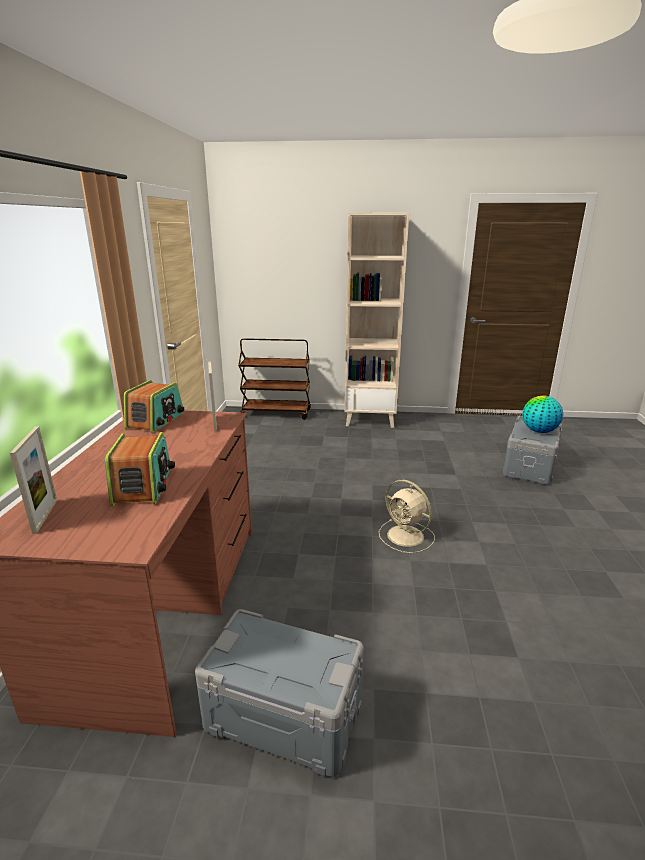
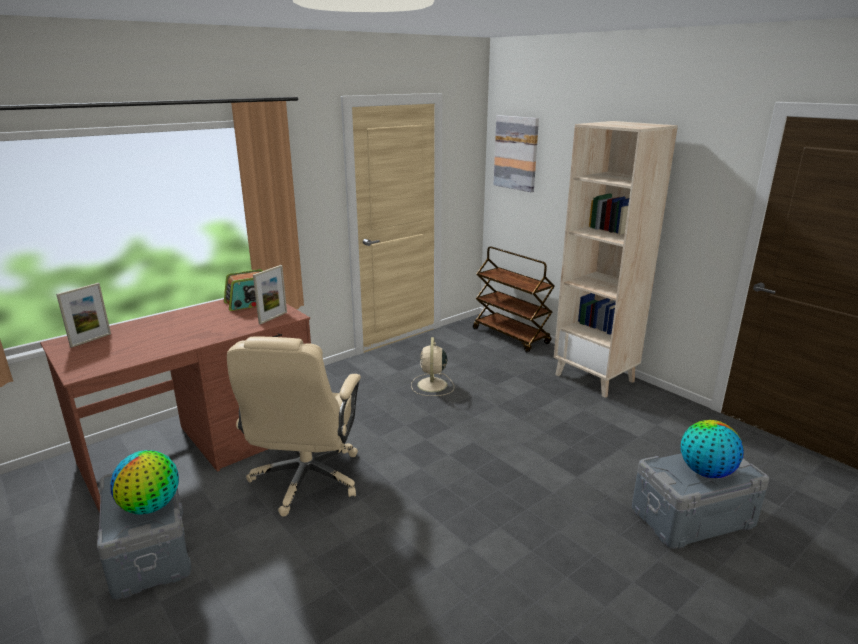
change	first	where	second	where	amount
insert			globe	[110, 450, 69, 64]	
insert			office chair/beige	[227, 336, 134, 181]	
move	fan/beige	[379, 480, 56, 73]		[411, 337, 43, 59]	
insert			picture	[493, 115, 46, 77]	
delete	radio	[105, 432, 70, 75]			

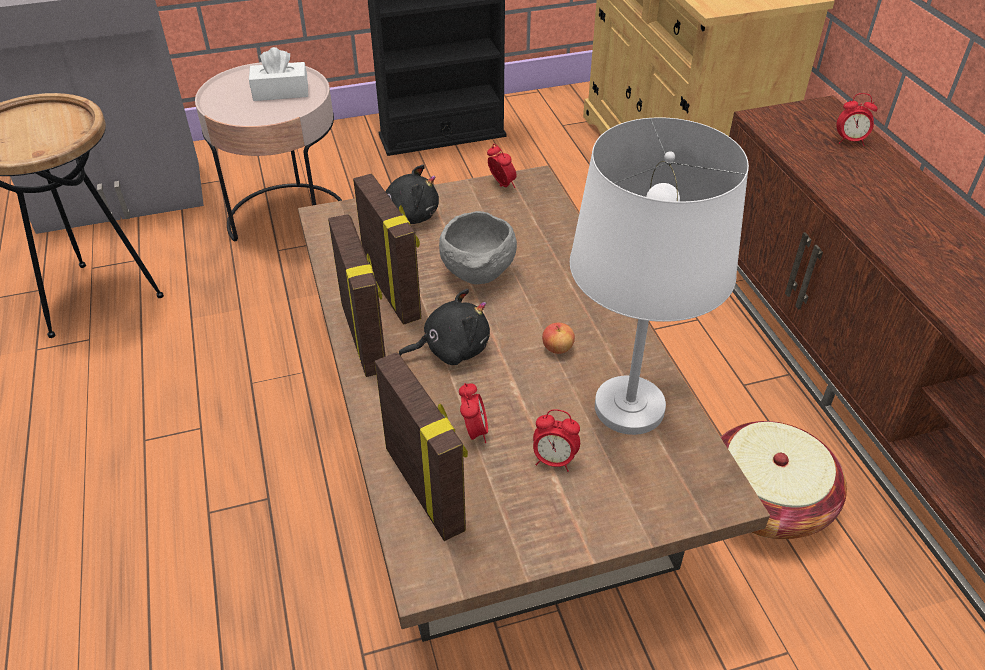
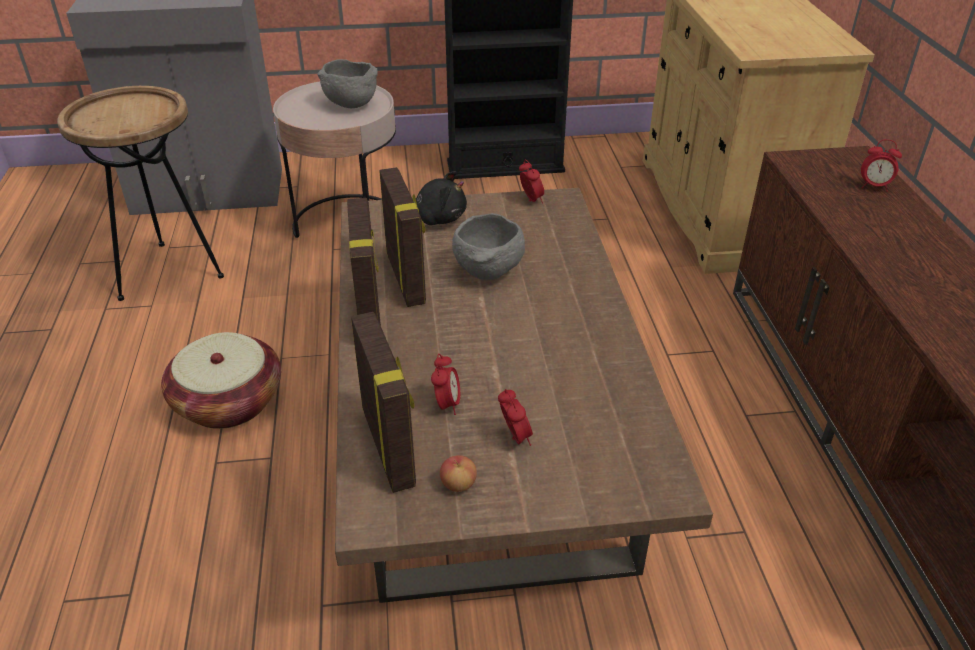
change	first	where	second	where	amount
move	basket	[721, 421, 126, 118]		[161, 332, 120, 97]	
replace	tissue box/white	[249, 47, 59, 54]	bowl/grey	[317, 59, 61, 49]	
move	apple	[542, 323, 33, 31]		[440, 455, 37, 37]	
rotate	alarm clock	[533, 409, 47, 63]		[498, 389, 35, 57]	135 degrees counterclockwise
delete	plush toy/black	[399, 289, 91, 76]			
delete	table lamp/white	[570, 117, 179, 318]			

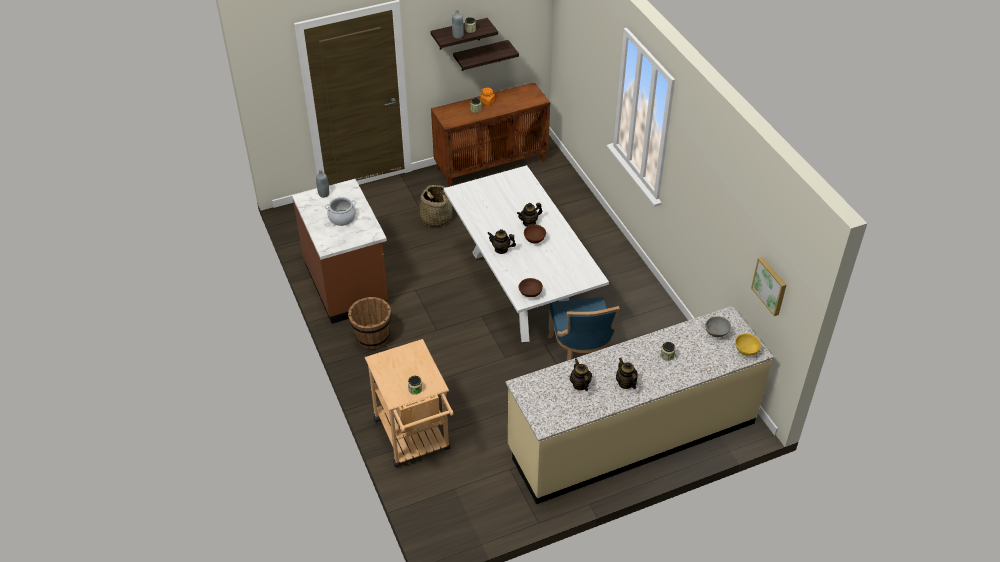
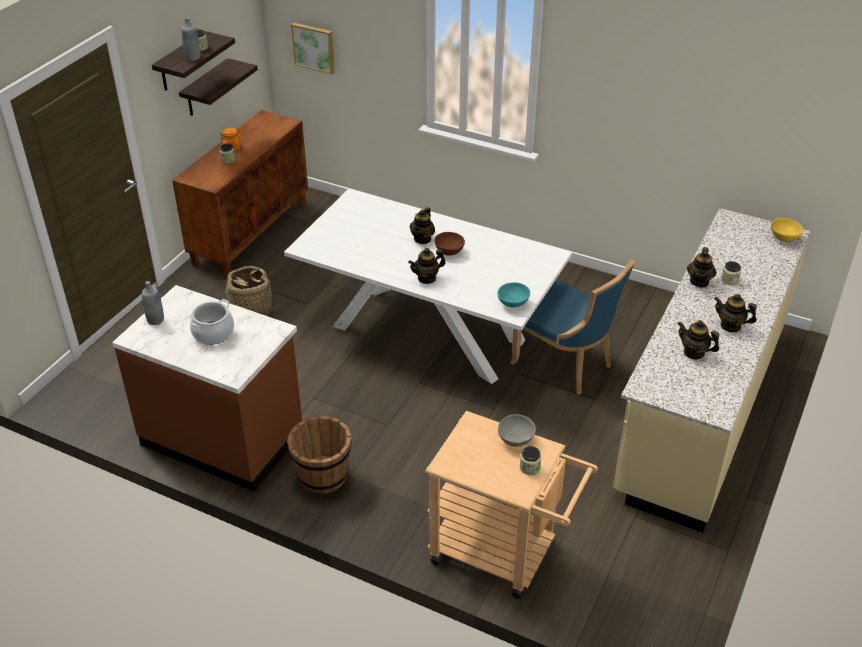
change	first	where	second	where	amount
move	picture	[751, 257, 35, 59]		[291, 23, 44, 51]	
recolor	bowl/brown	[519, 278, 24, 19]	bowl/turquoise	[497, 282, 33, 26]	
move	bowl/grey	[705, 316, 26, 21]		[498, 414, 38, 33]	
insert			teapot	[687, 247, 30, 41]	

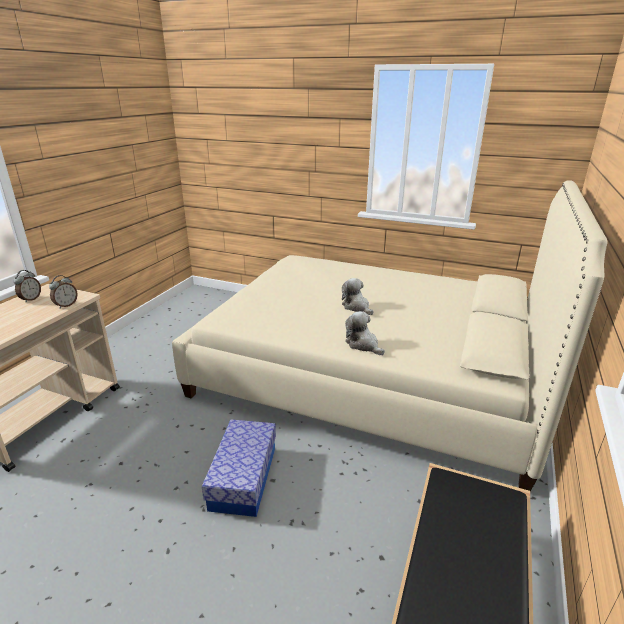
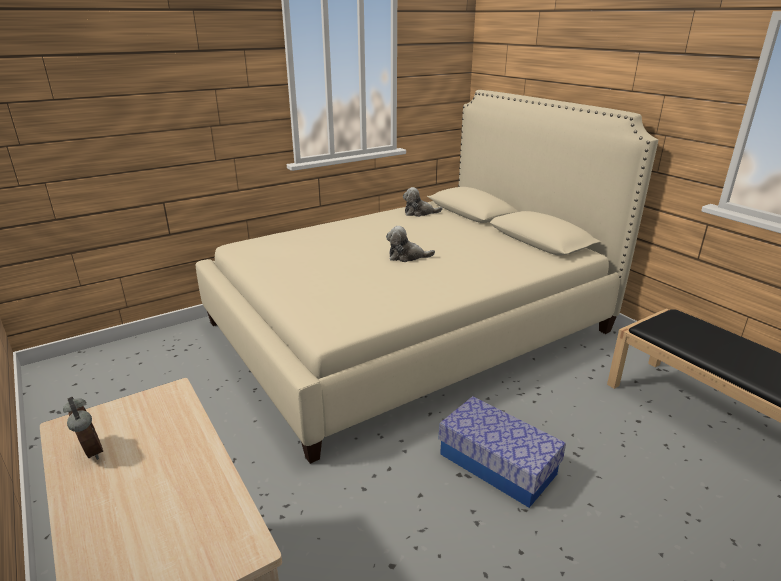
change	first	where	second	where	amount
move	plush toy	[345, 311, 40, 44]		[403, 187, 39, 30]	
delete	alarm clock	[49, 275, 29, 34]			

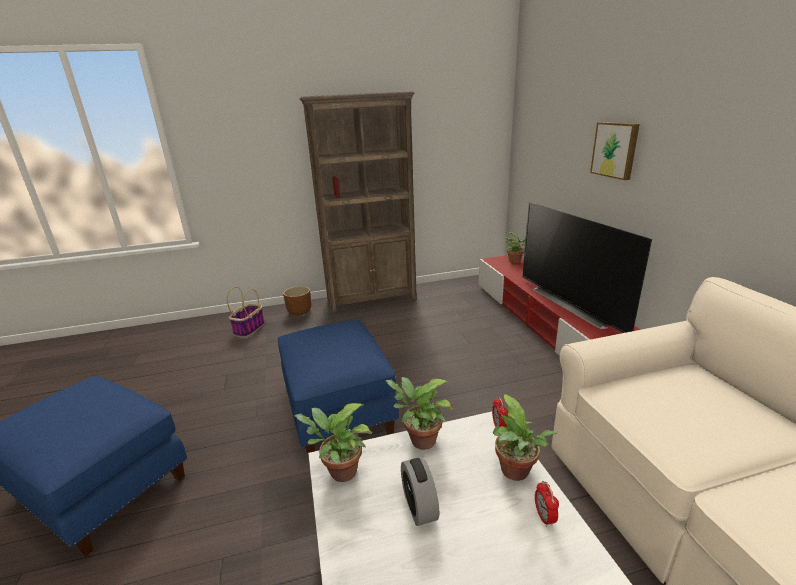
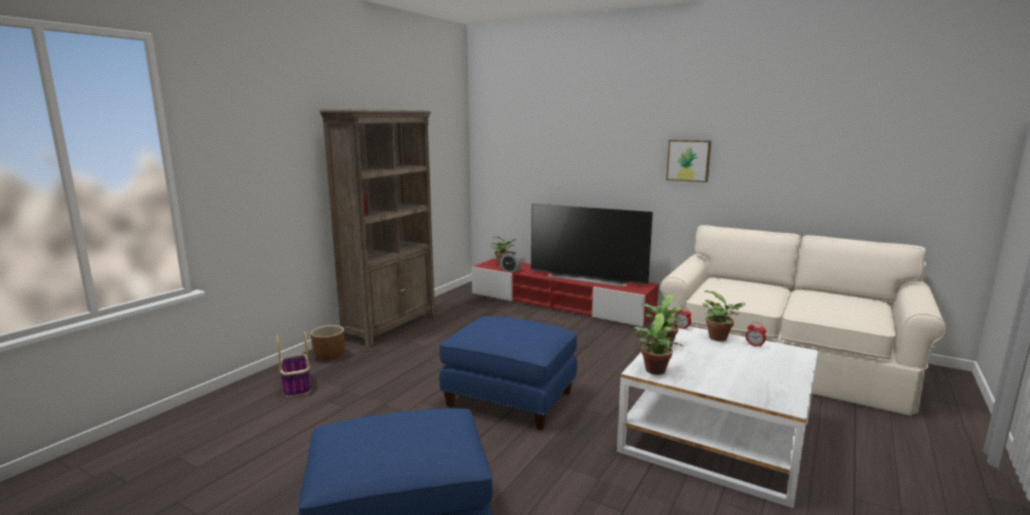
change	first	where	second	where	amount
move	alarm clock	[401, 457, 39, 69]		[500, 252, 22, 21]	
move	picture	[590, 122, 50, 58]		[666, 140, 45, 42]	

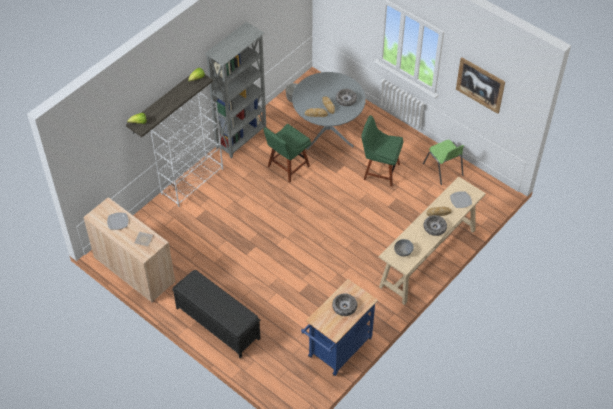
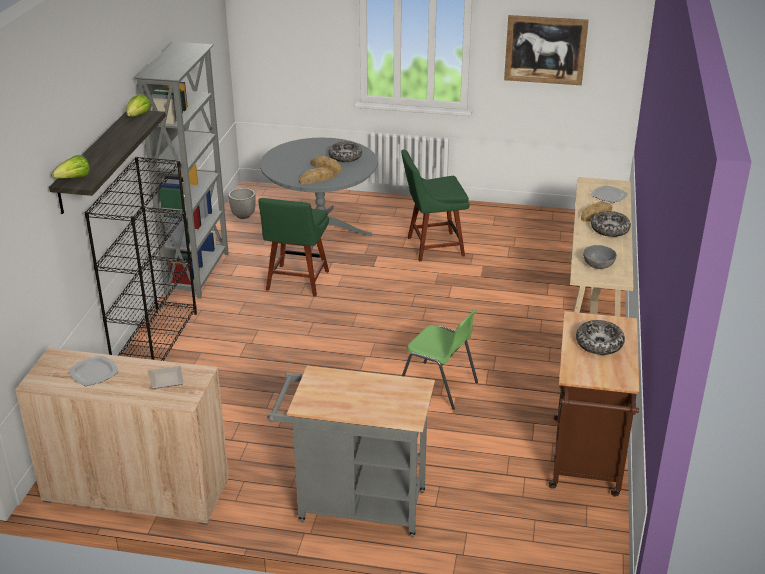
change	first	where	second	where	amount
recolor	bookcase/white	[151, 92, 72, 115]	bookcase/black	[85, 157, 112, 204]	
replace	bench/black	[172, 270, 89, 88]	cart/grey	[267, 366, 168, 172]	
move	chair/green	[423, 140, 41, 45]		[402, 309, 76, 101]	
recolor	cart/blue	[301, 279, 77, 97]	cart/brown	[549, 311, 90, 186]	

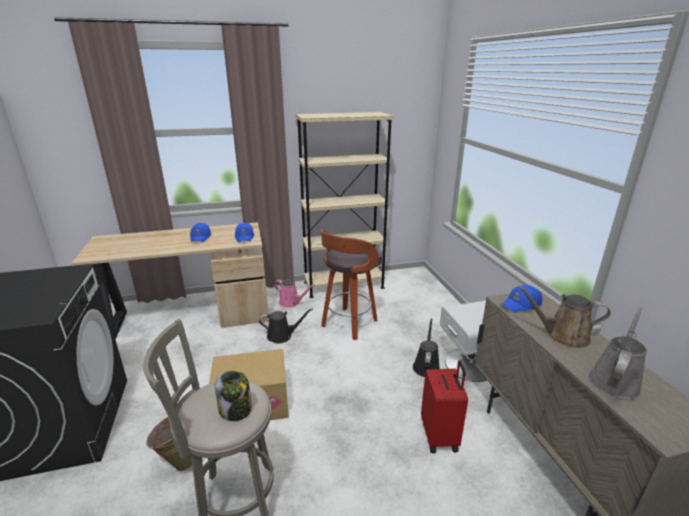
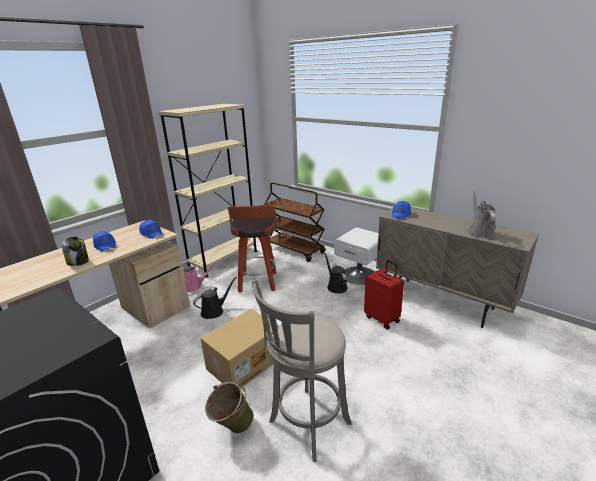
change	first	where	second	where	amount
move	jar	[215, 370, 37, 51]		[61, 237, 28, 29]	
insert			cart/brown	[264, 183, 62, 79]	
delete	watering can/brown	[518, 285, 93, 63]			

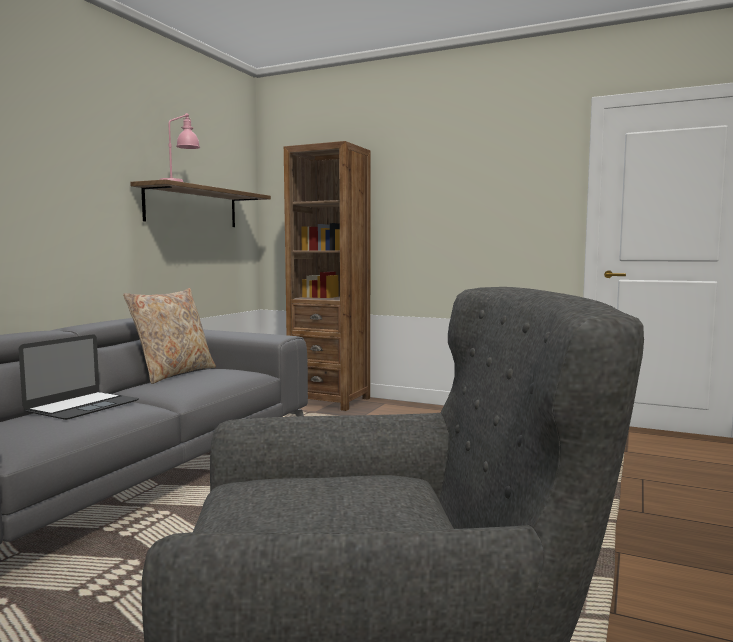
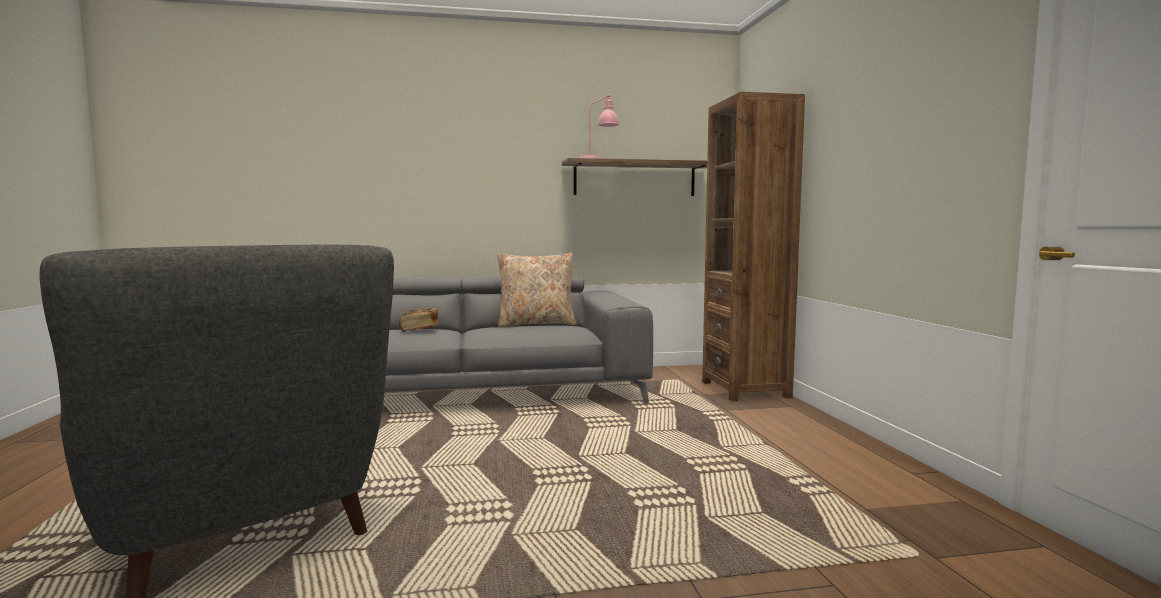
change	first	where	second	where	amount
replace	laptop	[19, 334, 120, 86]	book	[399, 307, 40, 25]	

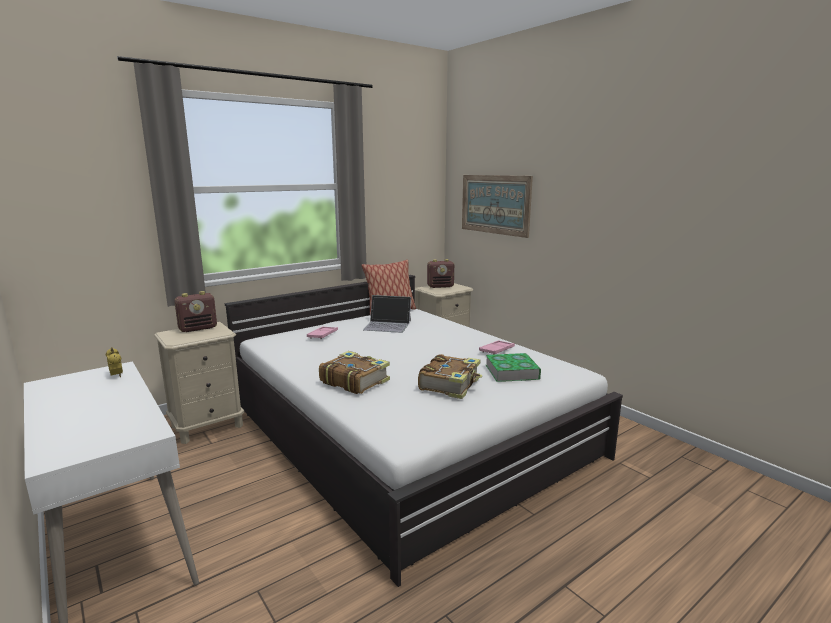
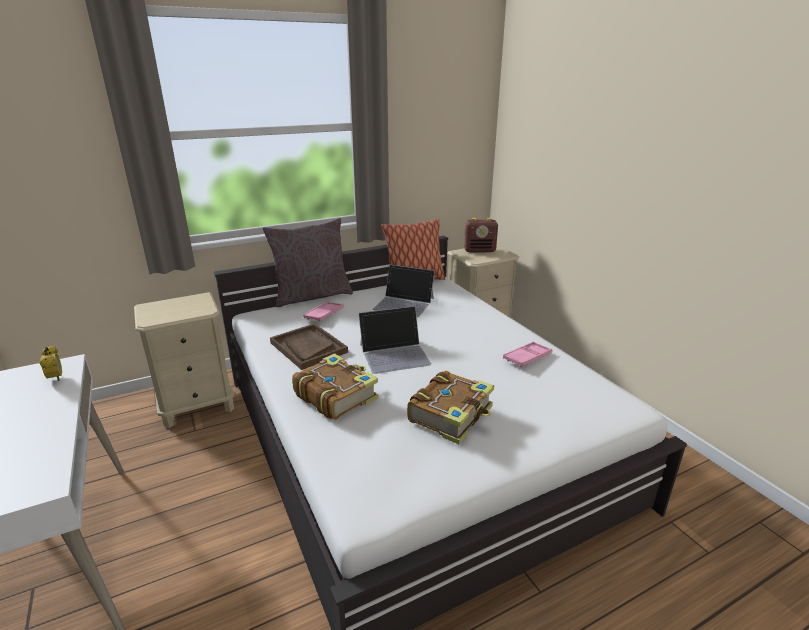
change	first	where	second	where	amount
insert			pillow/grey	[262, 218, 91, 89]	
insert			tray/brown	[270, 323, 78, 47]	
insert			laptop	[358, 306, 73, 68]	
delete	radio	[174, 291, 43, 41]			
delete	picture	[462, 175, 71, 63]			
delete	book	[486, 353, 55, 29]			

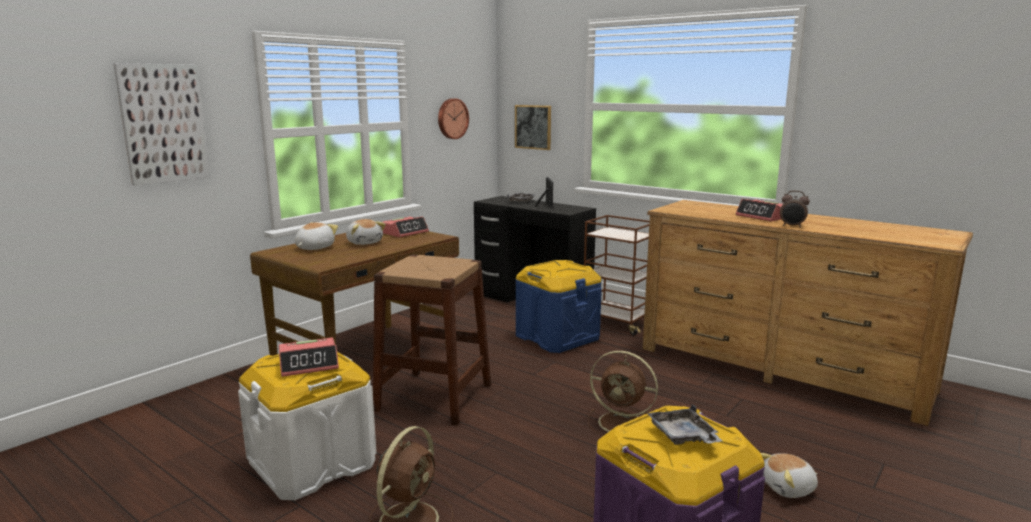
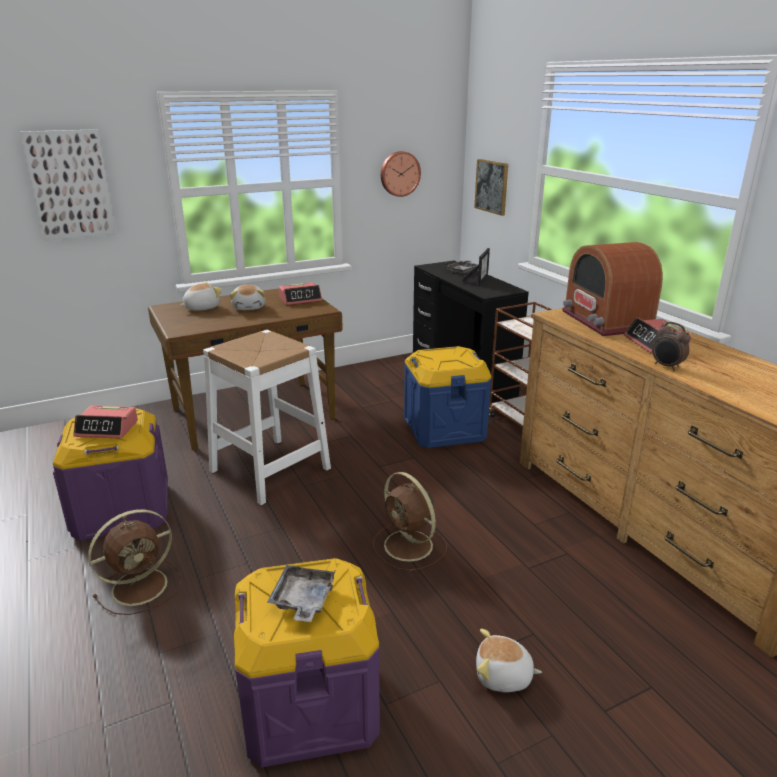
change	first	where	second	where	amount
recolor	storage box/white	[238, 352, 138, 148]	storage box/purple	[53, 408, 115, 133]	
recolor	stool/brown	[373, 255, 118, 171]	stool/white	[203, 330, 128, 175]	
insert			radio	[562, 242, 101, 94]	

